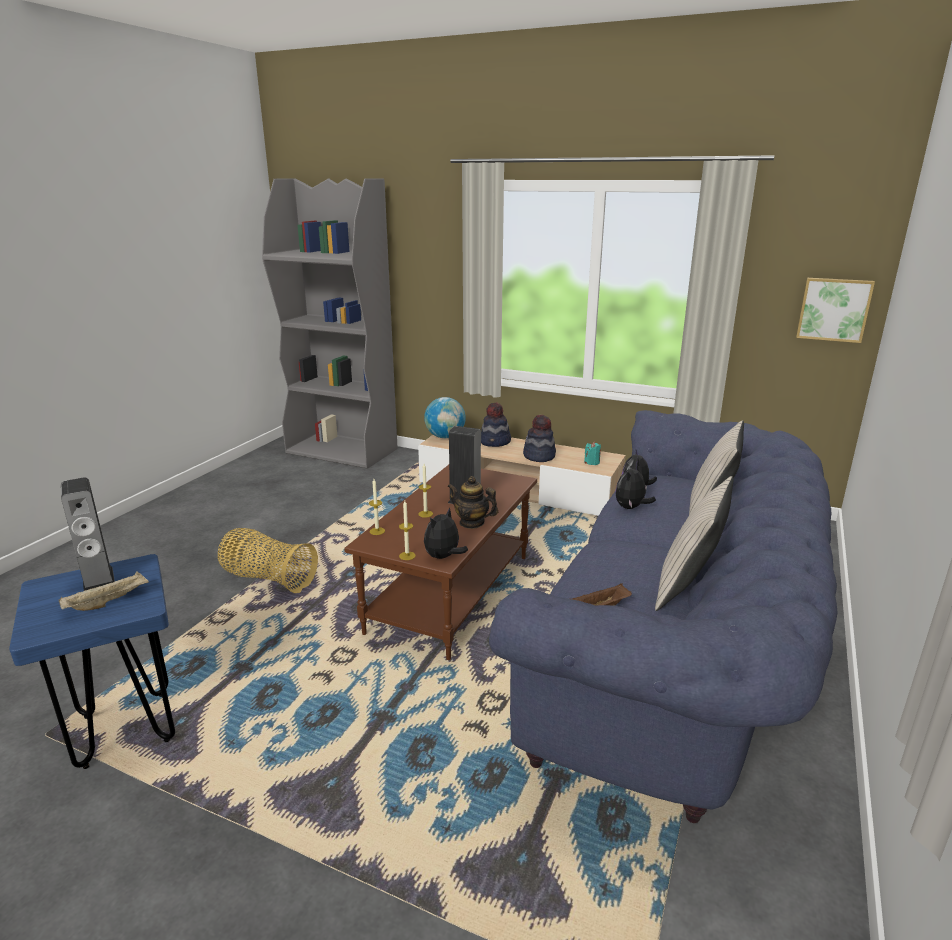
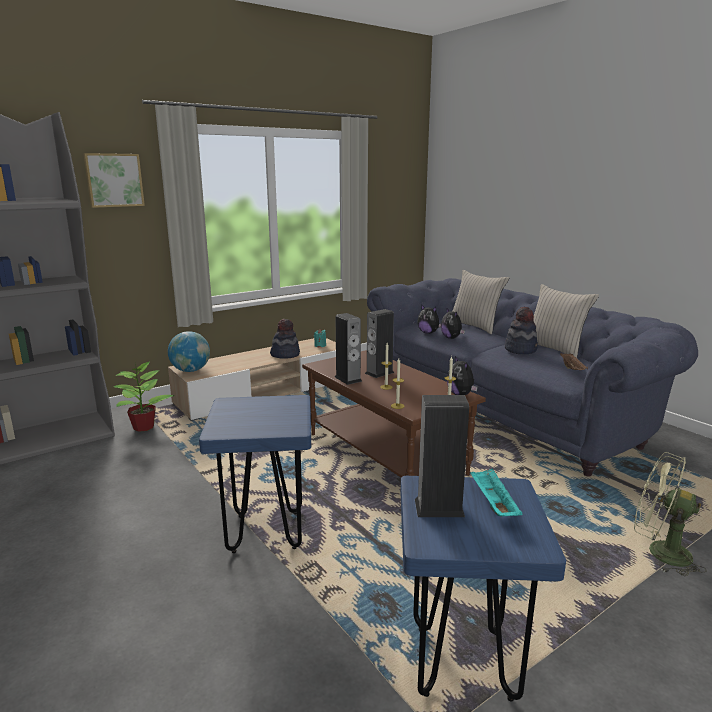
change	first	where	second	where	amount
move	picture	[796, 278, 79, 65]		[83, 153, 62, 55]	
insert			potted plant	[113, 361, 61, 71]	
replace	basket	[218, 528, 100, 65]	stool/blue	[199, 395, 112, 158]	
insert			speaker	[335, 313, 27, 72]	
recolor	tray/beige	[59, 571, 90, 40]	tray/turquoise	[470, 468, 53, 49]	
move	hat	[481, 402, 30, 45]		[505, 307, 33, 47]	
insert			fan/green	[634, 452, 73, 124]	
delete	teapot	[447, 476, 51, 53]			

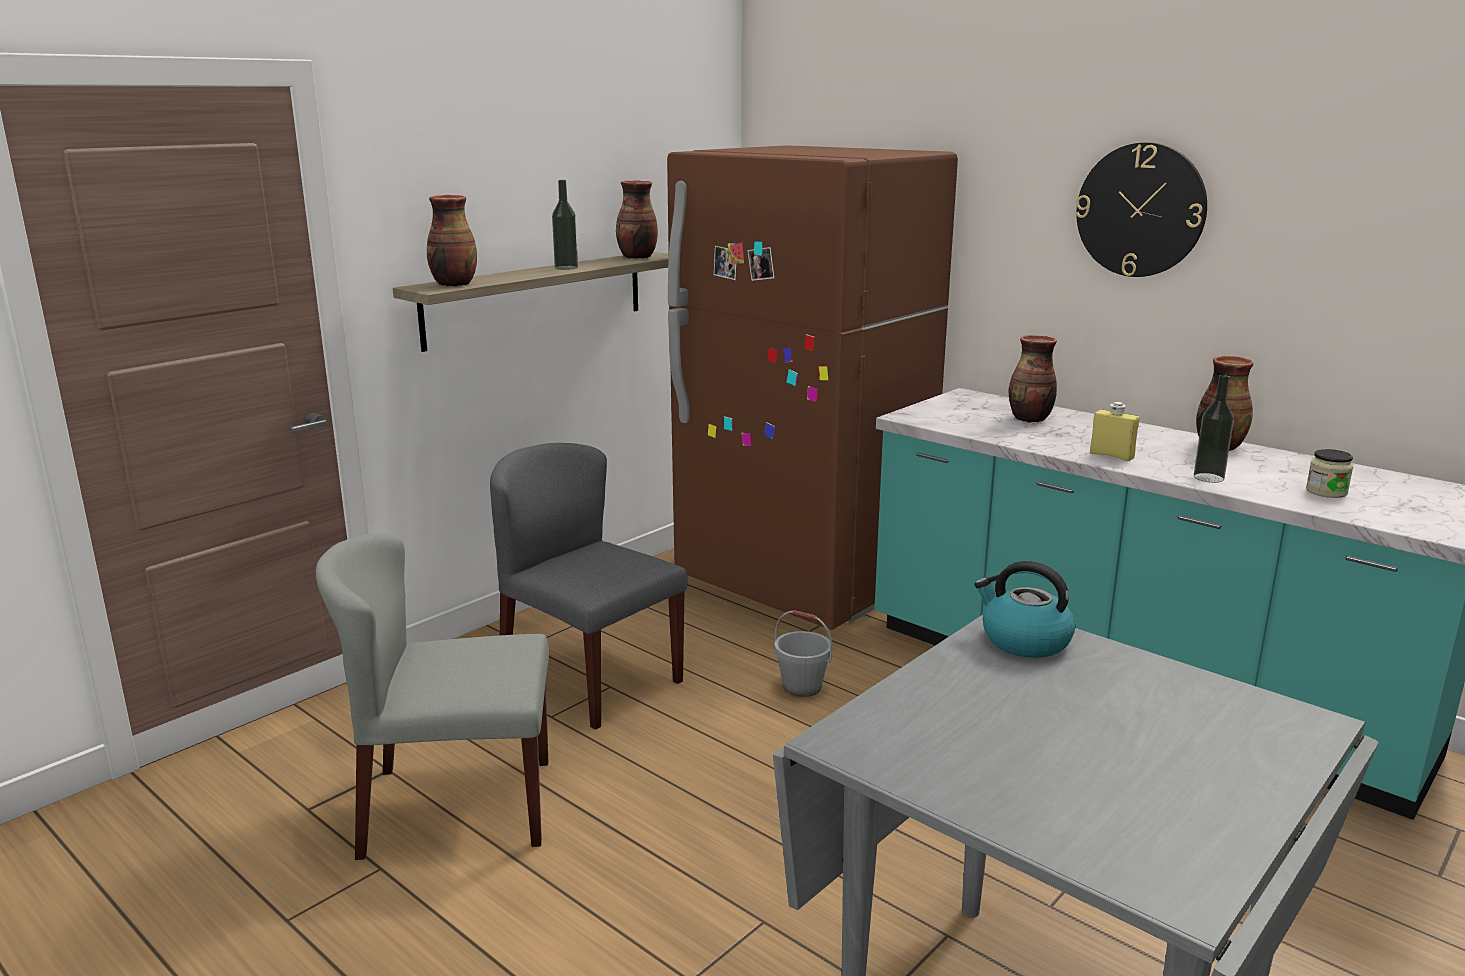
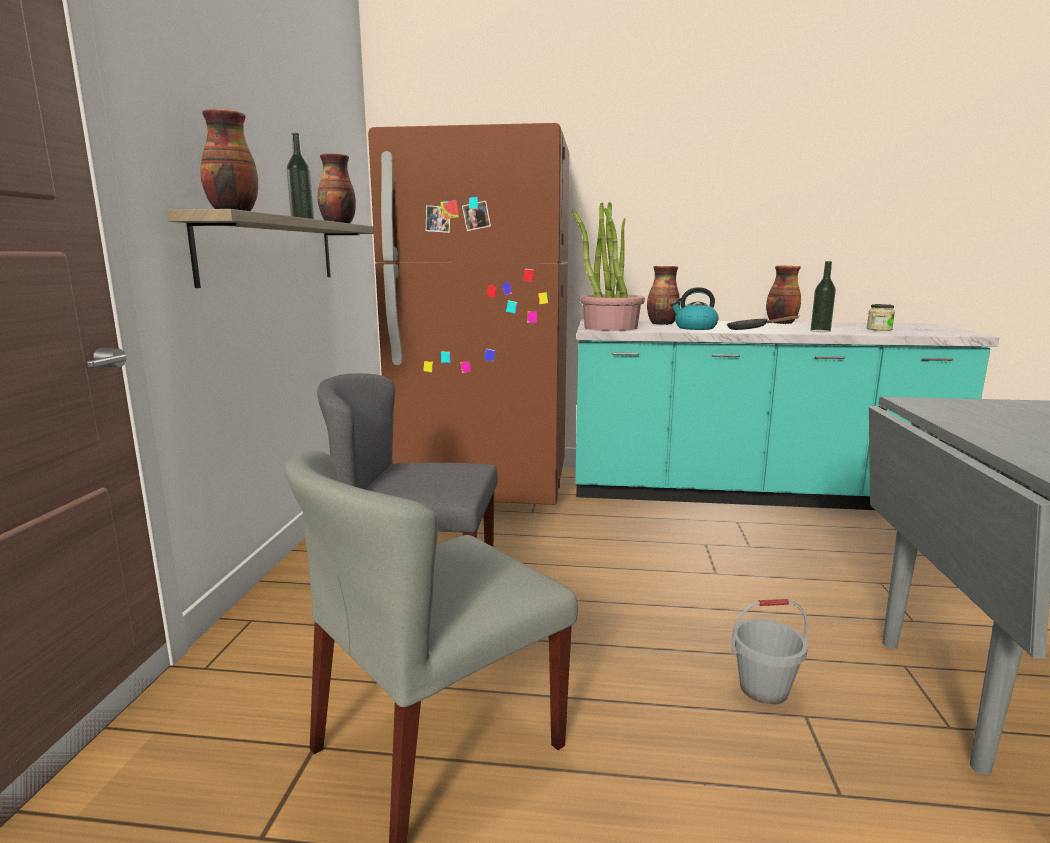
change	first	where	second	where	amount
insert			potted plant	[572, 202, 73, 129]	
move	kettle	[974, 561, 101, 97]		[670, 287, 49, 43]	
replace	bottle/yellow	[1090, 402, 49, 59]	frying pan/black	[727, 315, 72, 15]	
move	bucket/grey	[774, 610, 58, 87]		[732, 599, 76, 106]	
delete	wall clock	[1075, 142, 132, 135]			

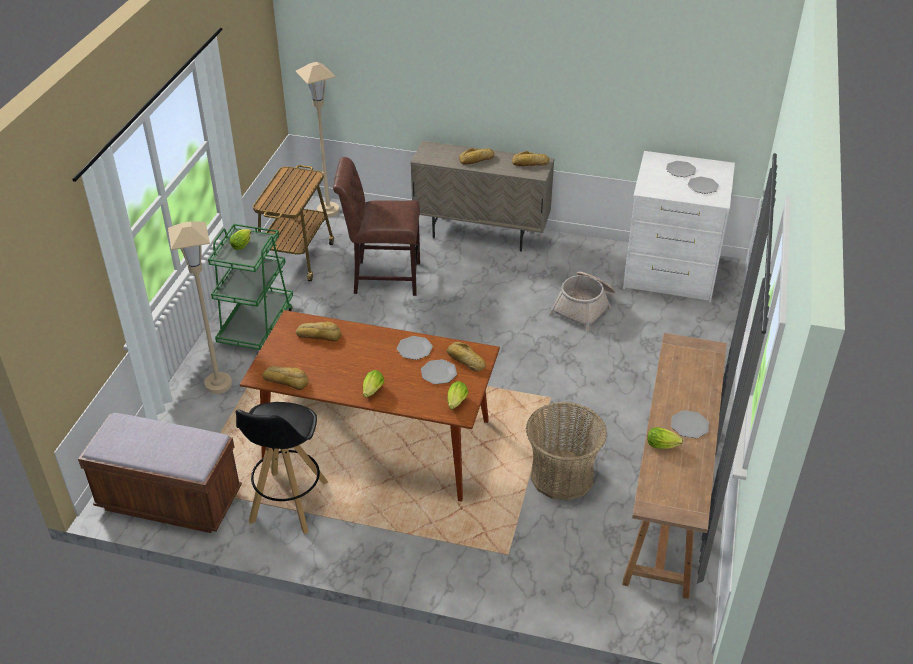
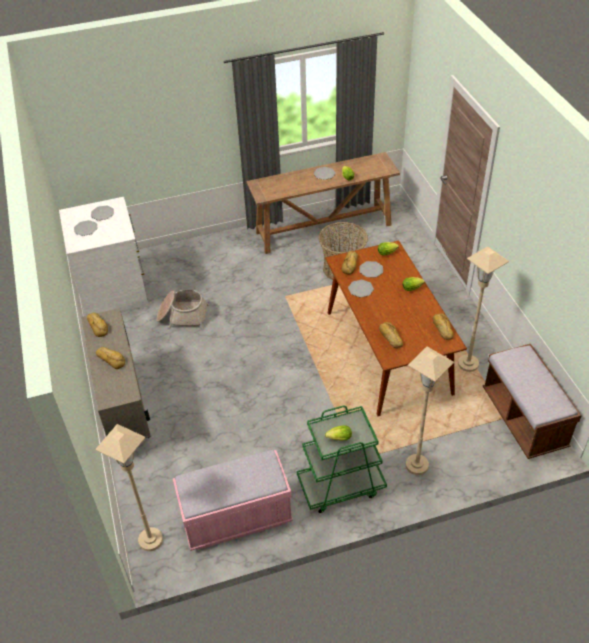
change	first	where	second	where	amount
replace	cart	[253, 165, 81, 116]	bench/pink	[173, 450, 120, 101]	
replace	stool/black	[236, 402, 92, 132]	floor lamp/beige	[458, 246, 51, 126]	
delete	chair/brown	[333, 157, 87, 139]			

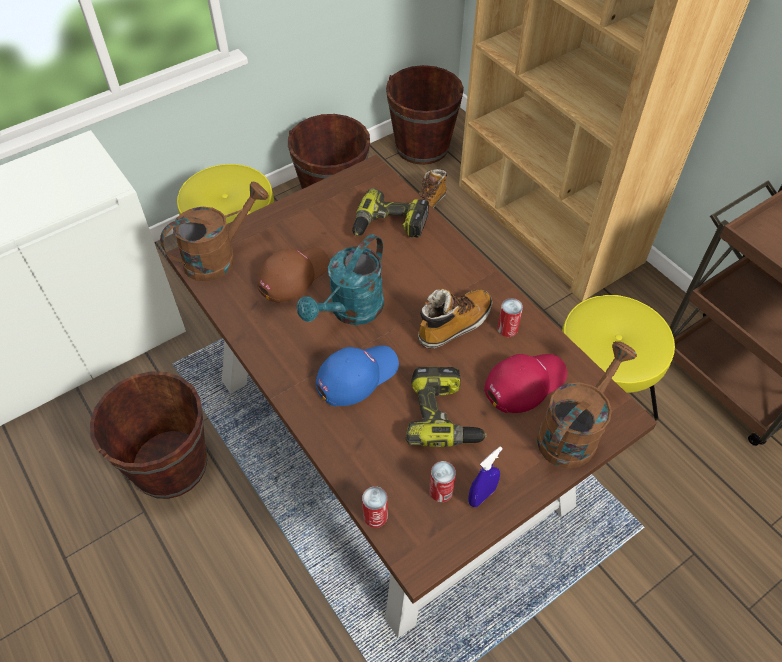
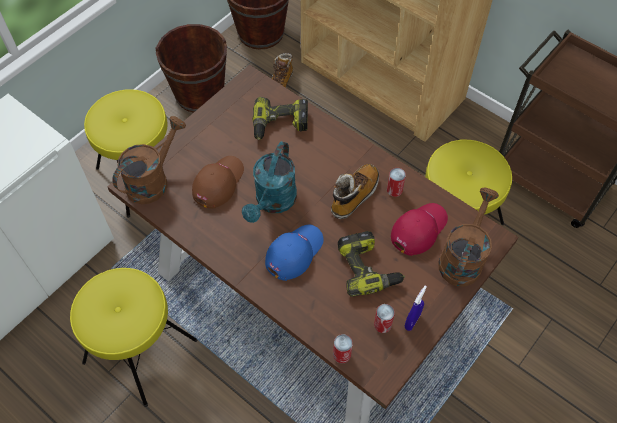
change	first	where	second	where	amount
replace	bucket/brown	[90, 371, 118, 128]	stool/yellow	[70, 268, 127, 139]	

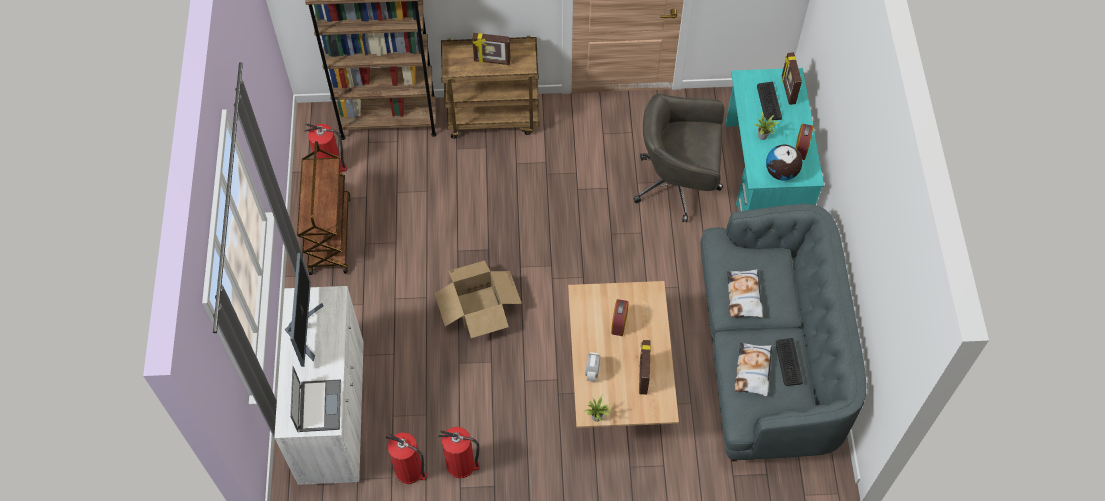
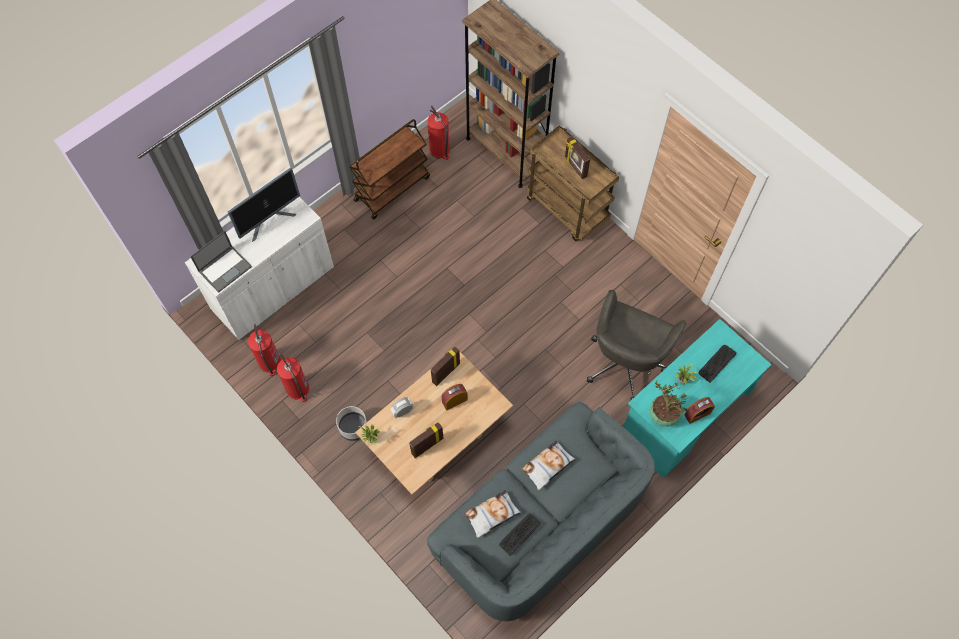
change	first	where	second	where	amount
insert			planter/grey	[336, 406, 31, 35]	
move	picture frame	[782, 52, 20, 53]		[431, 347, 29, 39]	
rotate	office chair/grey	[633, 93, 91, 130]		[587, 290, 100, 111]	120 degrees counterclockwise
replace	globe	[766, 145, 36, 36]	potted plant	[650, 381, 39, 46]	
delete	cardboard box	[434, 260, 88, 78]			

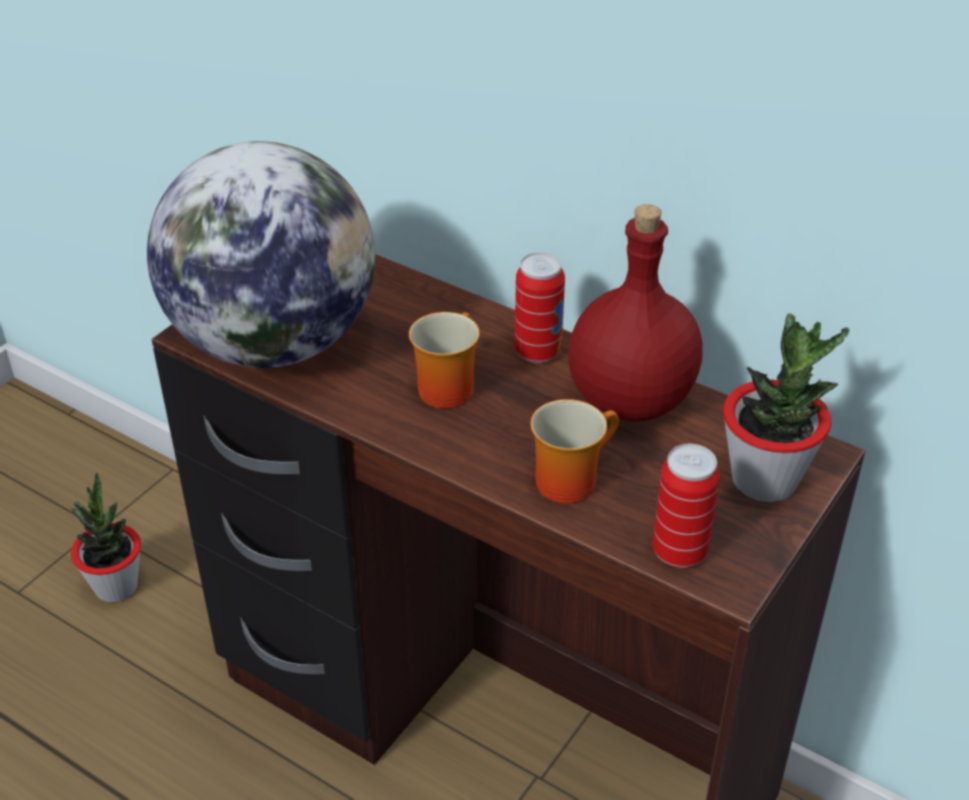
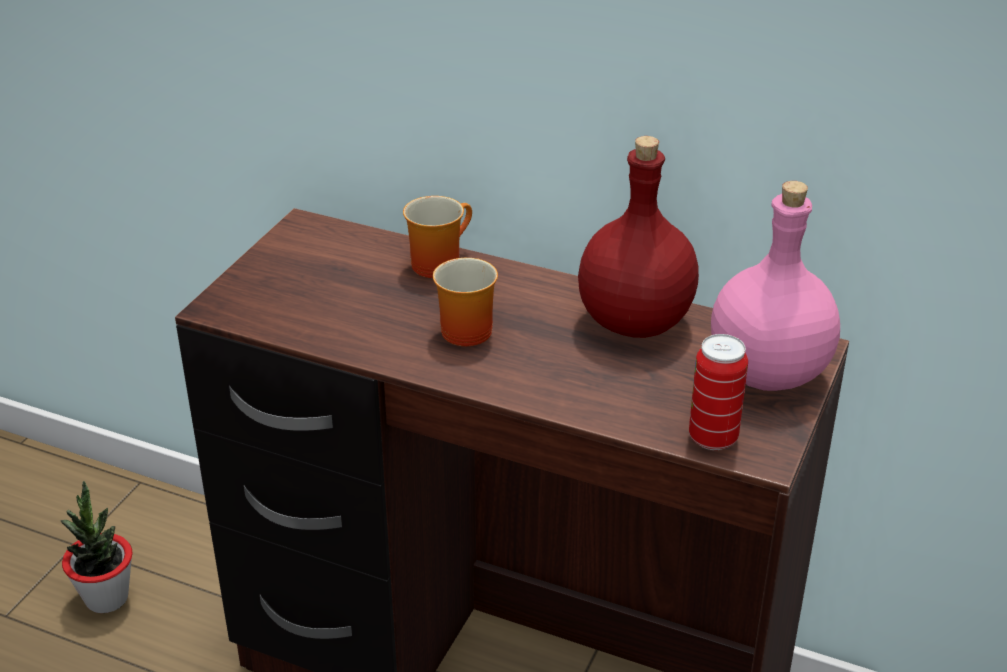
change	first	where	second	where	amount
move	mug	[530, 399, 89, 105]		[403, 196, 69, 82]	
replace	potted plant	[723, 313, 126, 189]	bottle/pink	[711, 181, 129, 210]	
delete	globe	[147, 141, 228, 227]			
delete	can	[515, 252, 50, 111]			

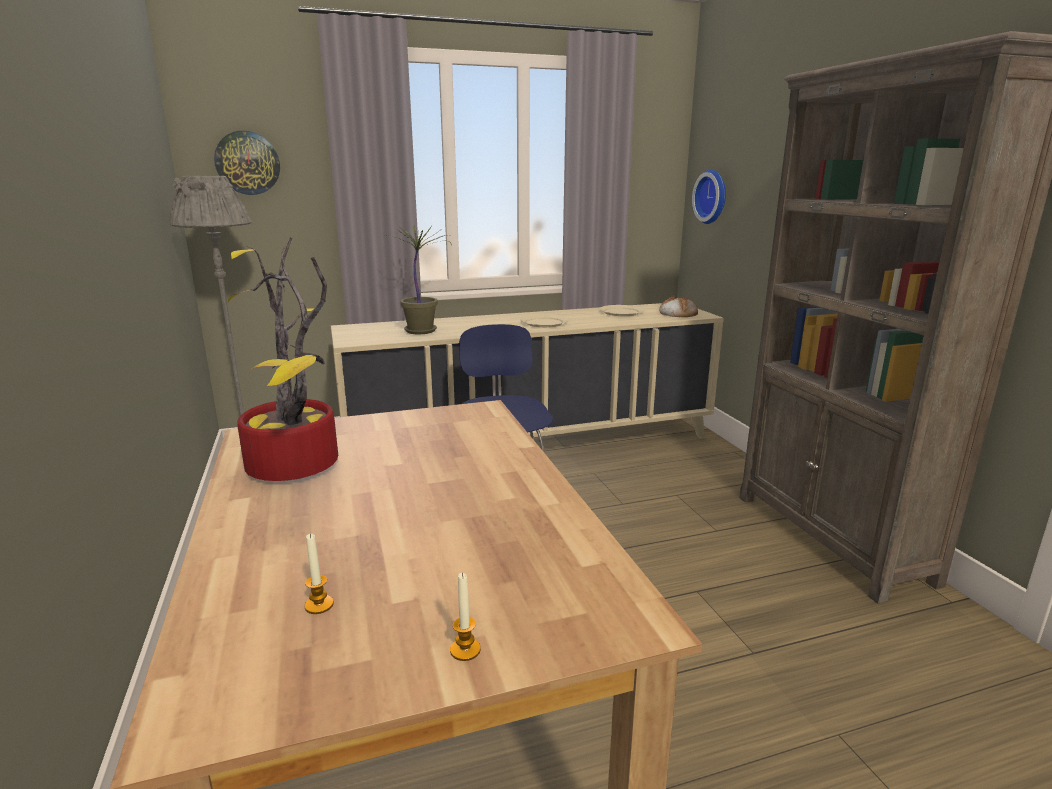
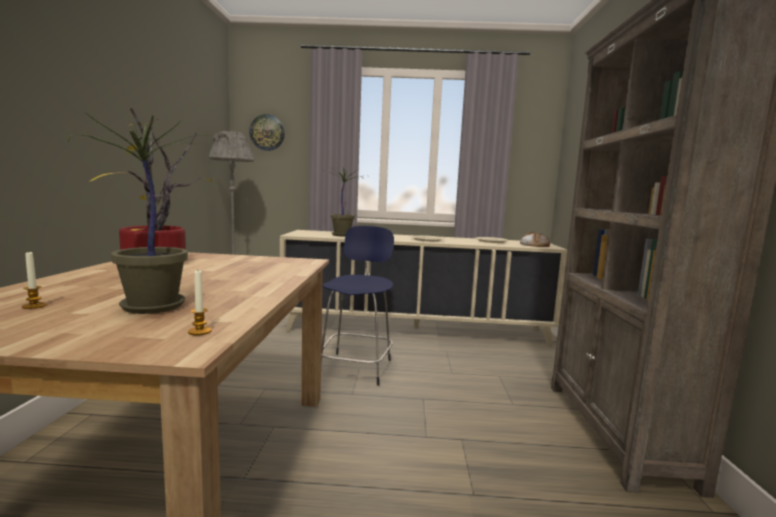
change	first	where	second	where	amount
insert			potted plant	[67, 113, 140, 201]	
move	candle	[450, 572, 31, 89]		[188, 270, 24, 66]	
delete	wall clock	[692, 170, 34, 54]			

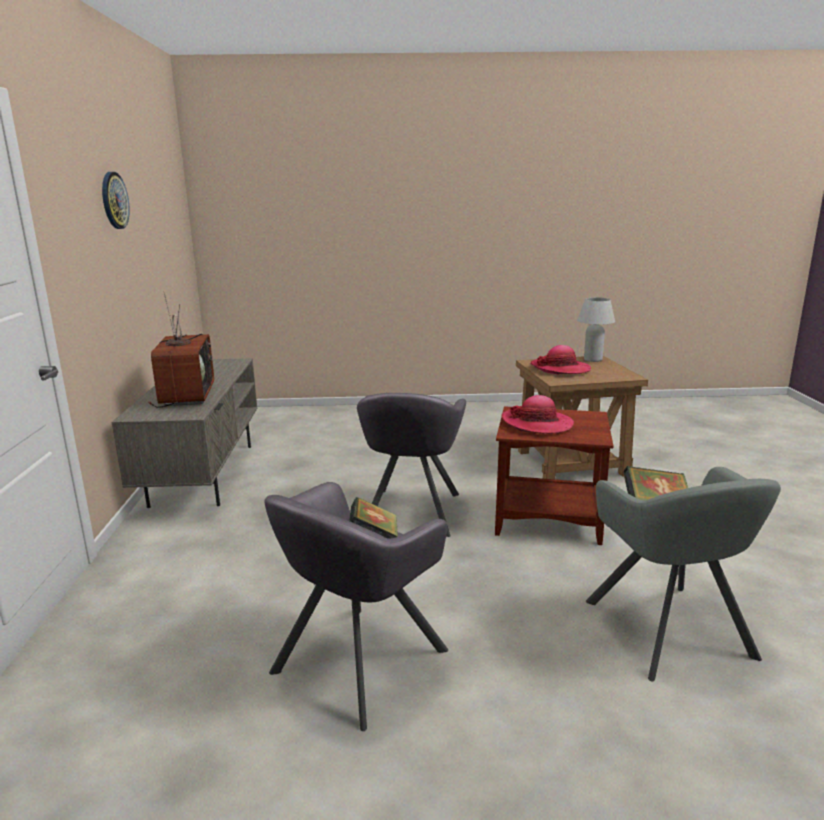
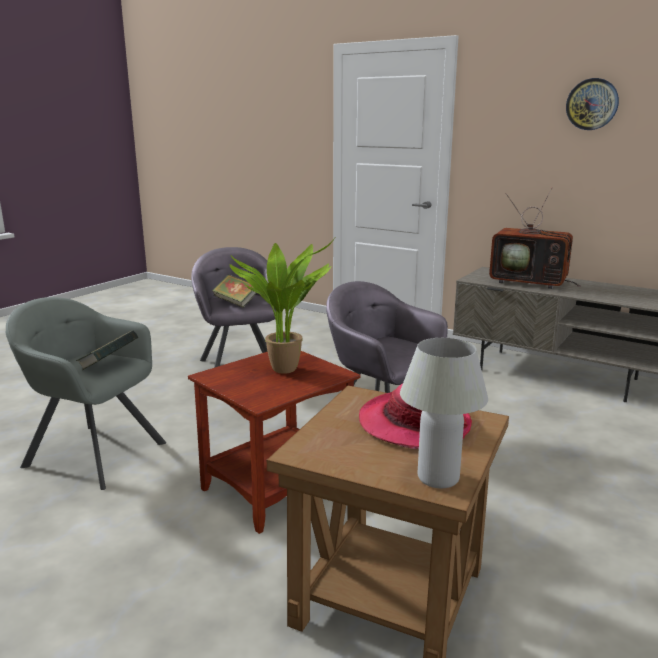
change	first	where	second	where	amount
replace	hat	[502, 395, 72, 39]	potted plant	[229, 238, 106, 136]	

